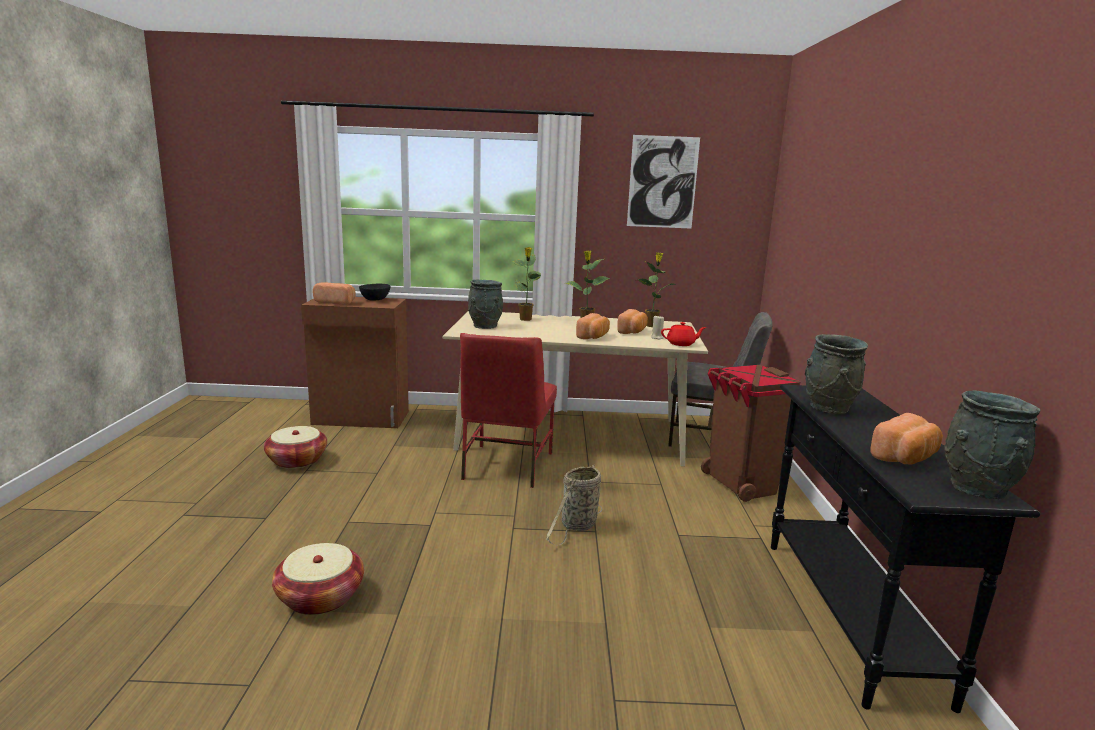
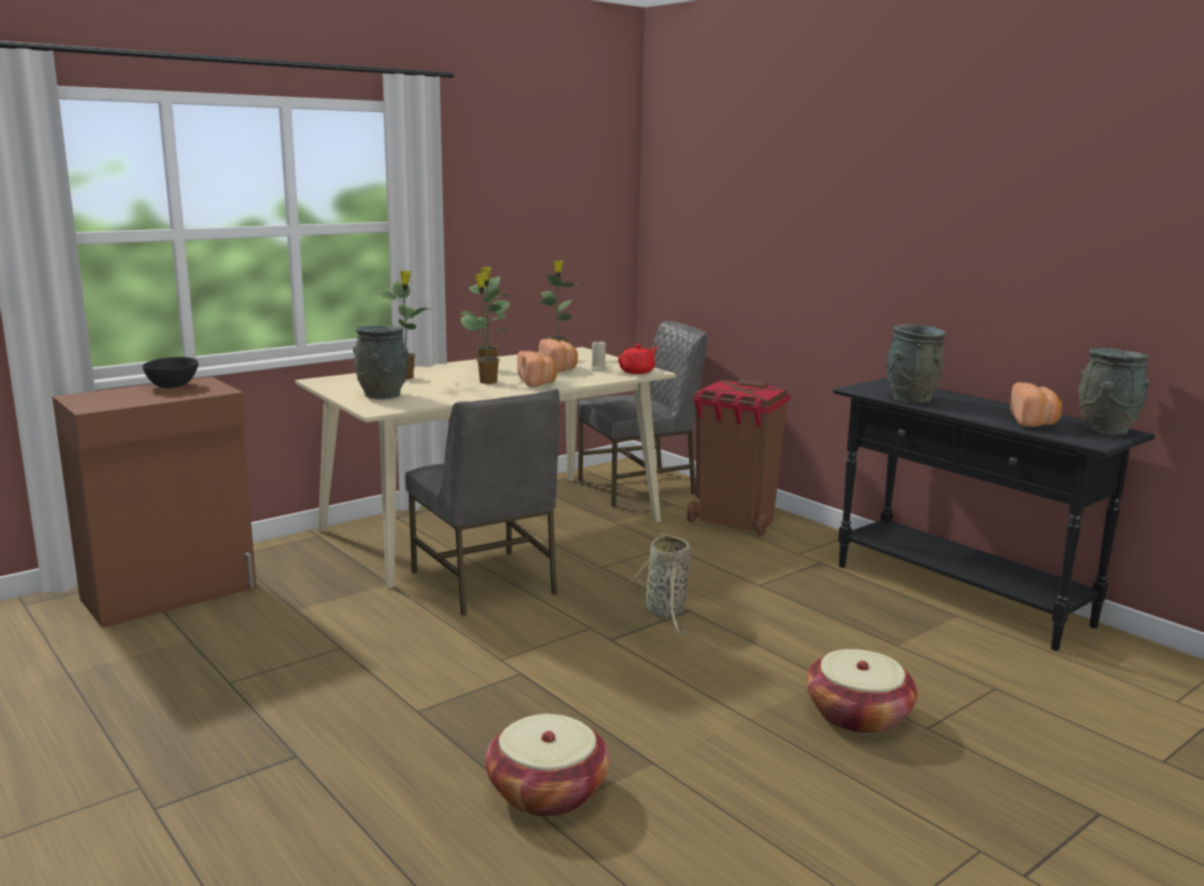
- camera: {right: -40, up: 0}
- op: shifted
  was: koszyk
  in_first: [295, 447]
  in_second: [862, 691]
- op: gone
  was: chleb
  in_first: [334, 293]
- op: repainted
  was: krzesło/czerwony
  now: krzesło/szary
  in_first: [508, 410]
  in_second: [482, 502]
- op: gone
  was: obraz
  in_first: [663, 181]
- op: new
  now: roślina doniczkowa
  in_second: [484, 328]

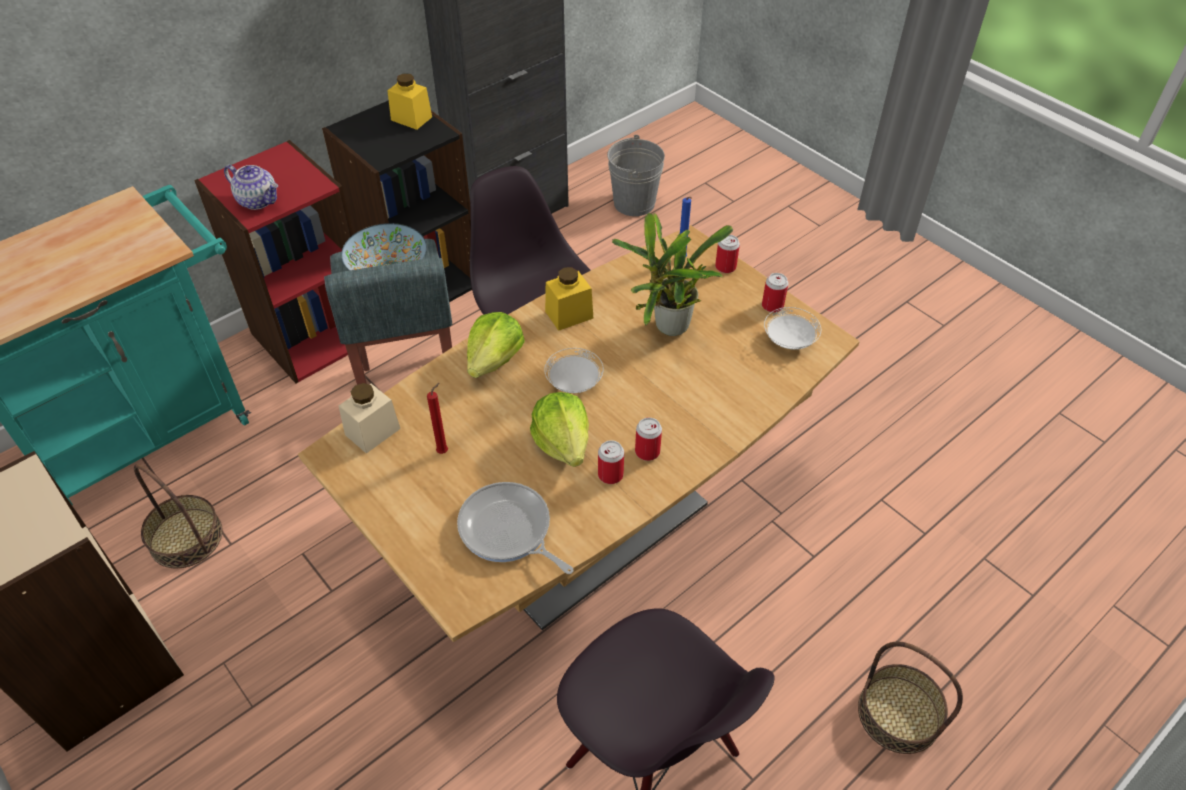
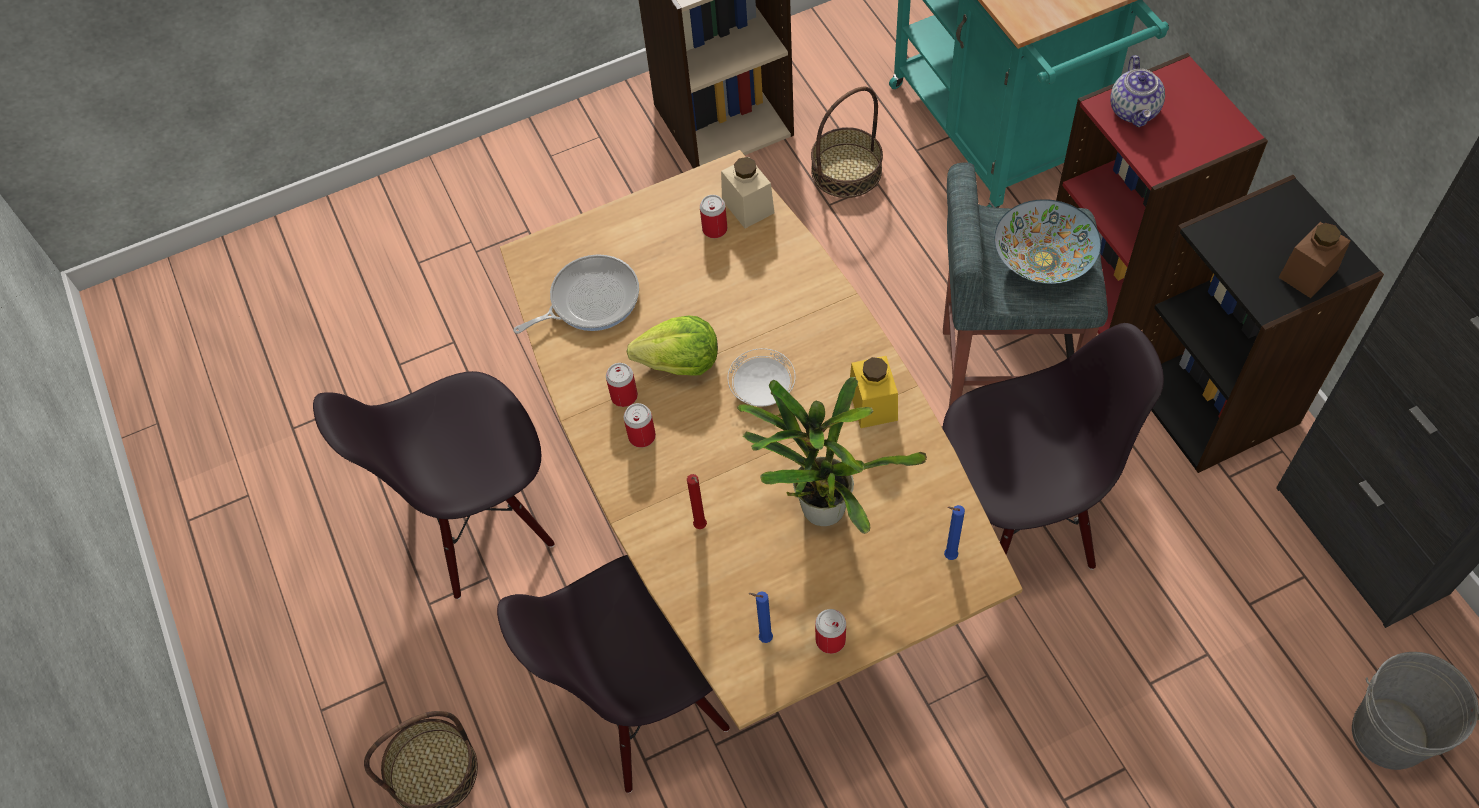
- camera: {right: 110, up: 10}
- op: rotated
  was: imbryk
  in_first: [251, 187]
  in_second: [1137, 91]
  clockwise: -45
- op: repainted
  was: słoik/żółty
  now: słoik/brązowy
  in_first: [409, 101]
  in_second: [1315, 260]
- op: shifted
  was: świeca/czerwony
  in_first: [437, 418]
  in_second: [697, 501]
- op: gone
  was: sałata
  in_first: [496, 345]
- op: shifted
  was: puszka
  in_first: [727, 254]
  in_second: [713, 216]
- op: swapped
  was: talerz/biały
  now: świeca/niebieski
  in_first: [792, 328]
  in_second: [760, 617]
- op: new
  now: krzesło/czarny
  in_second: [613, 674]

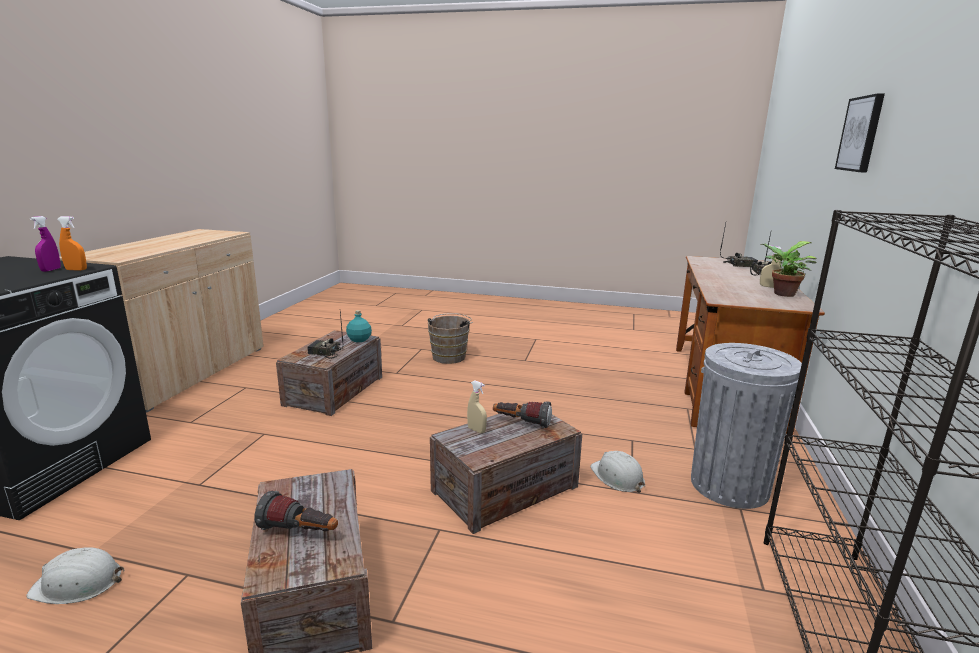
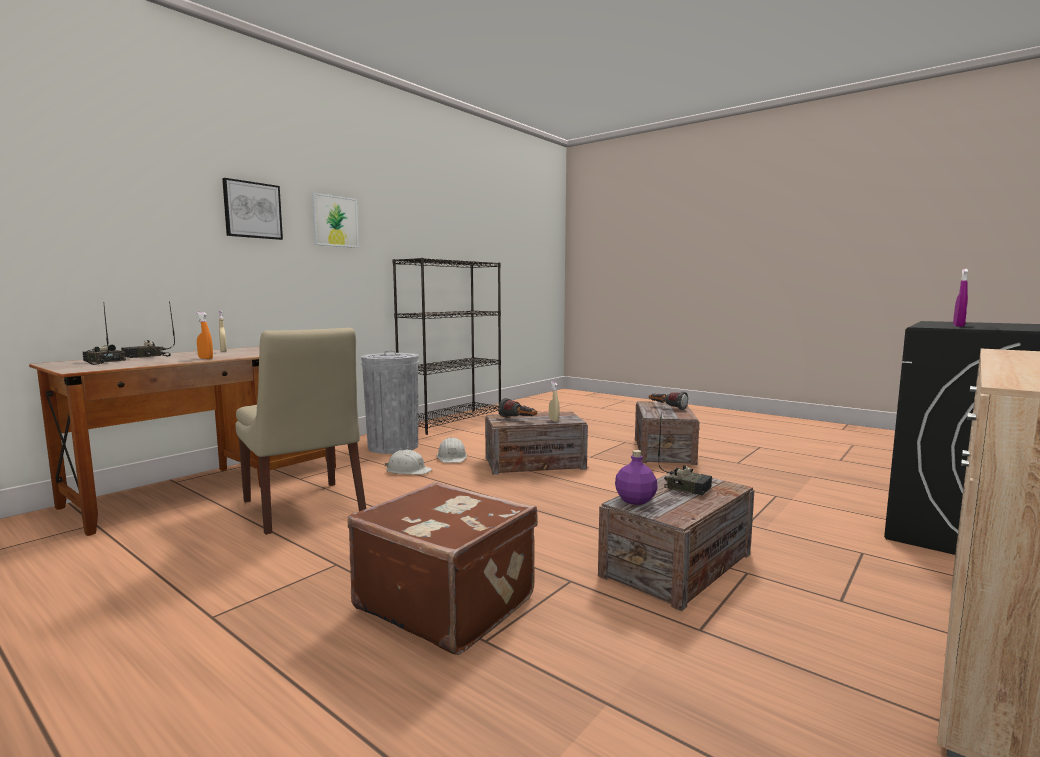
- camera: {right: -155, up: -10}
- op: shifted
  was: kask/biały
  in_first: [75, 575]
  in_second: [408, 462]
- op: shifted
  was: spryskiwacz/pomarańczowy
  in_first: [72, 243]
  in_second: [205, 335]
- op: repainted
  was: butelka/turkusowy
  now: butelka/fioletowy
  in_first: [359, 326]
  in_second: [636, 477]
- op: swapped
  was: wiadro/brązowy
  now: walizka/brązowy
  in_first: [450, 338]
  in_second: [443, 568]
- op: gone
  was: roślina doniczkowa
  in_first: [788, 269]
- op: new
  now: krzesło/beżowy
  in_second: [300, 431]
- op: new
  now: obraz
  in_second: [335, 220]

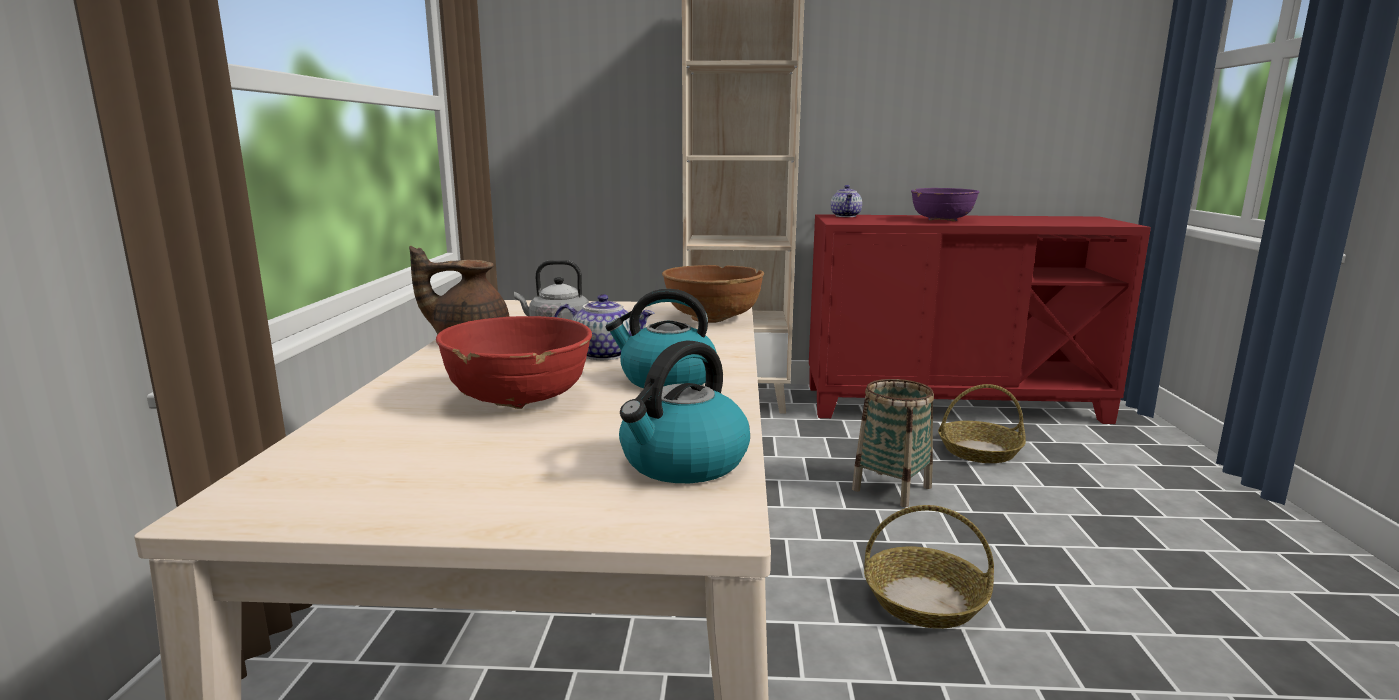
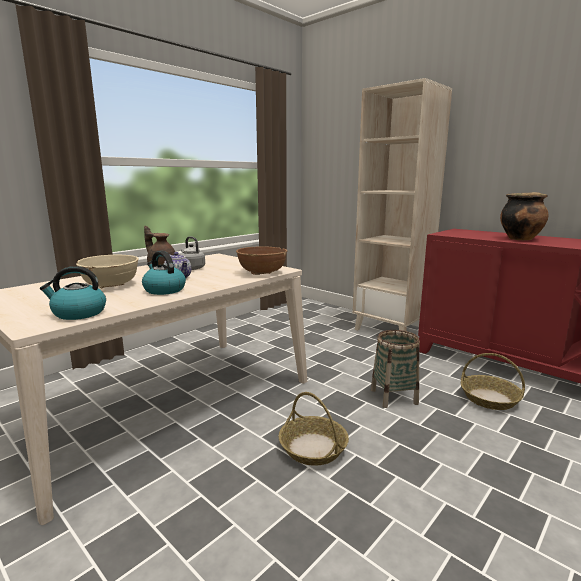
- camera: {right: 40, up: 0}
- op: repainted
  was: miska/czerwony
  now: miska/beżowy
  in_first: [514, 362]
  in_second: [107, 271]
- op: gone
  was: imbryk
  in_first: [846, 201]
- op: swapped
  was: miska/fioletowy
  now: garnek
  in_first: [945, 204]
  in_second: [524, 216]

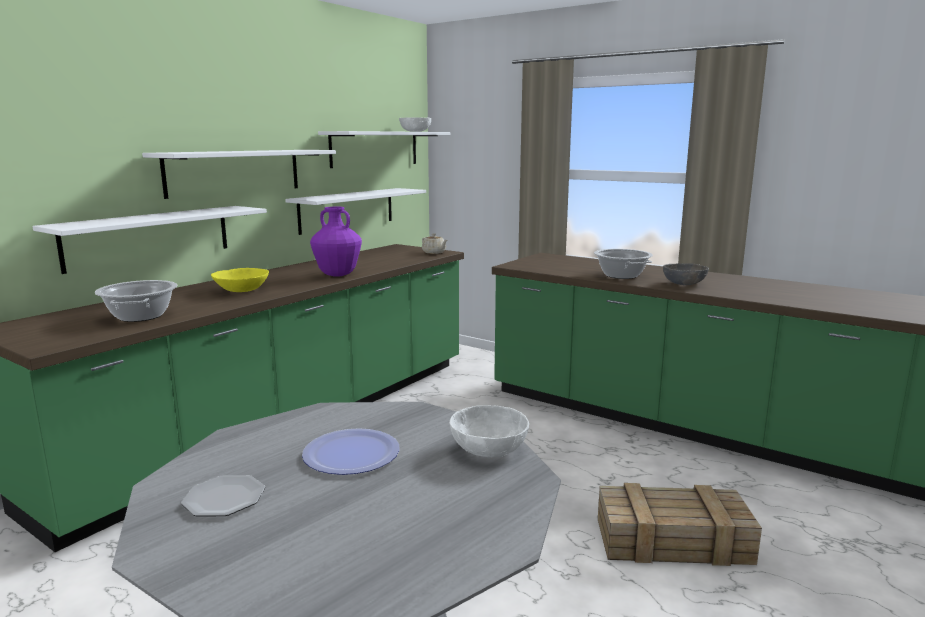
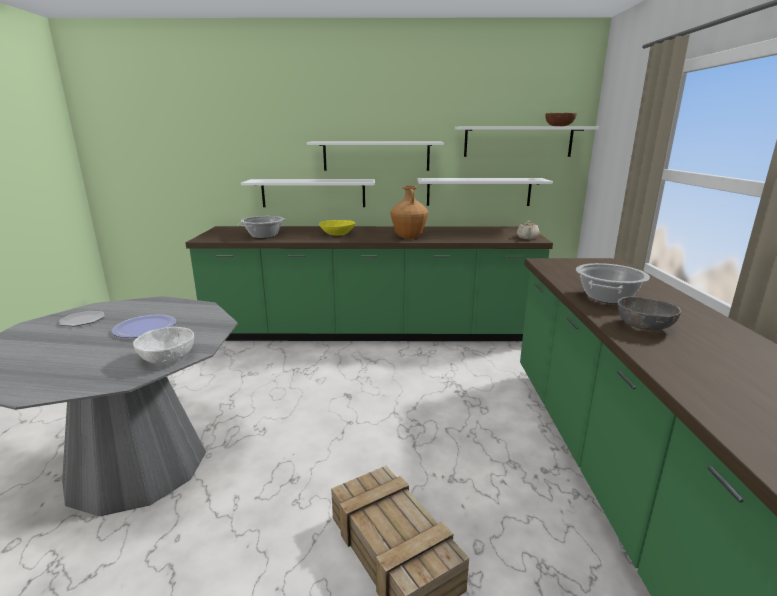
- camera: {right: 55, up: 5}
- op: repainted
  was: wazon/fioletowy
  now: wazon/brązowy
  in_first: [336, 241]
  in_second: [409, 212]
- op: repainted
  was: miska/biały
  now: miska/brązowy
  in_first: [415, 124]
  in_second: [561, 119]

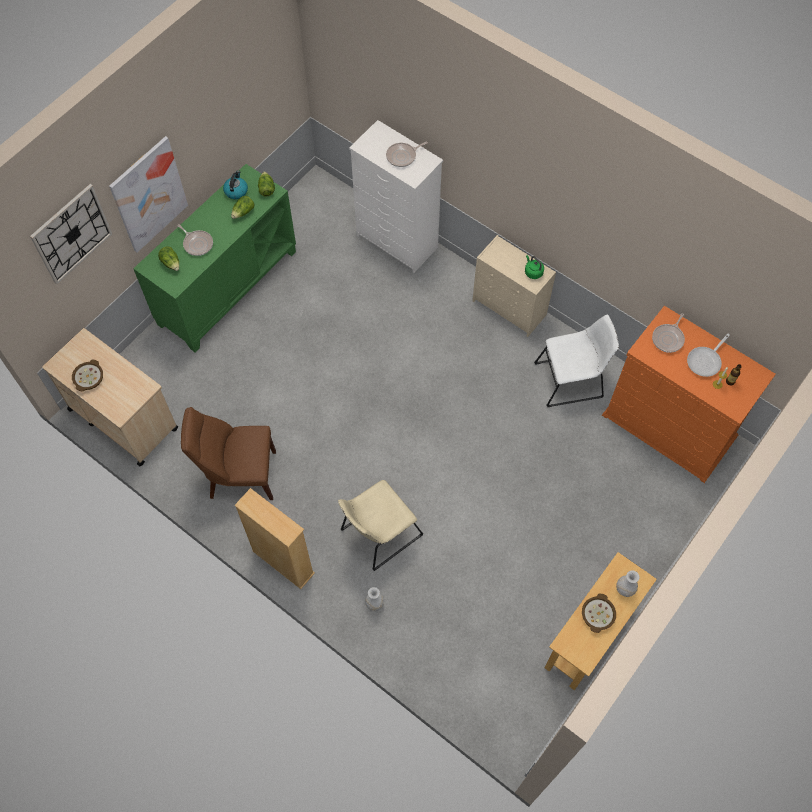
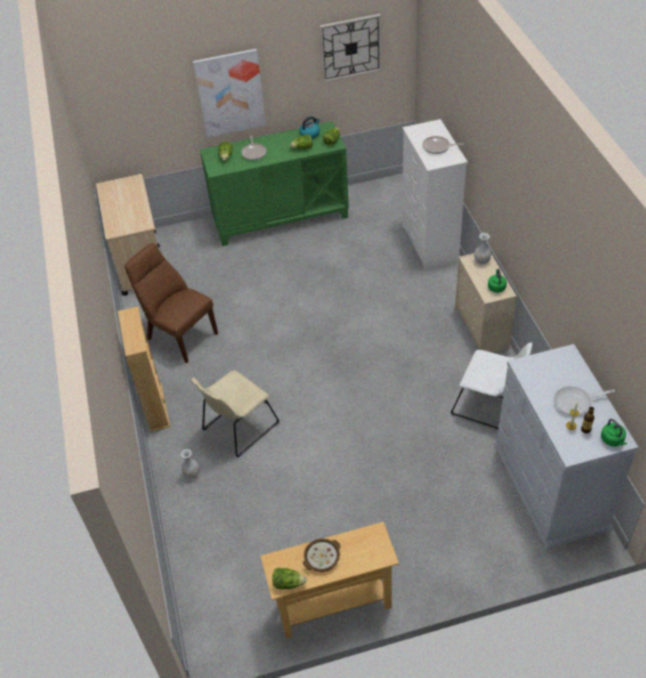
- camera: {right: 40, up: -15}
- op: shifted
  was: zegar ścienny
  in_first: [71, 234]
  in_second: [350, 48]
- op: gone
  was: miska
  in_first: [87, 375]
- op: rotated
  was: krzesło/beżowy
  in_first: [380, 525]
  in_second: [235, 414]
  clockwise: -45
- op: repainted
  was: komoda/pomarańczowy
  now: komoda/biały
  in_first: [689, 394]
  in_second: [566, 447]
- op: shifted
  was: wazon/biały
  in_first: [628, 583]
  in_second: [482, 249]
- op: gone
  was: patelnia
  in_first: [668, 333]
- op: new
  now: sałata
  in_second: [289, 578]
- op: new
  now: czajnik/zielony
  in_second: [614, 433]

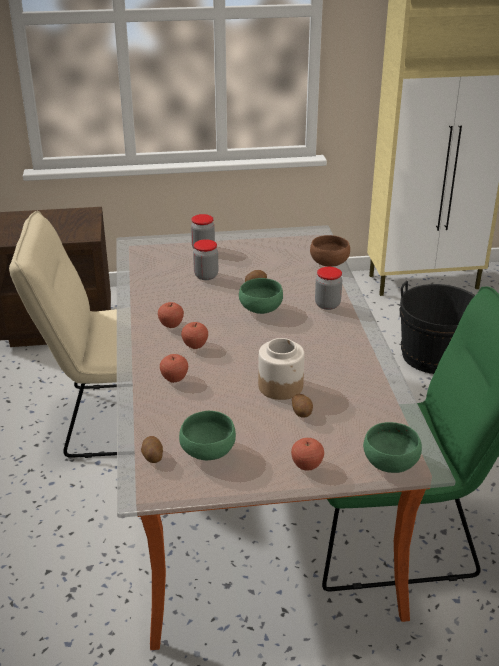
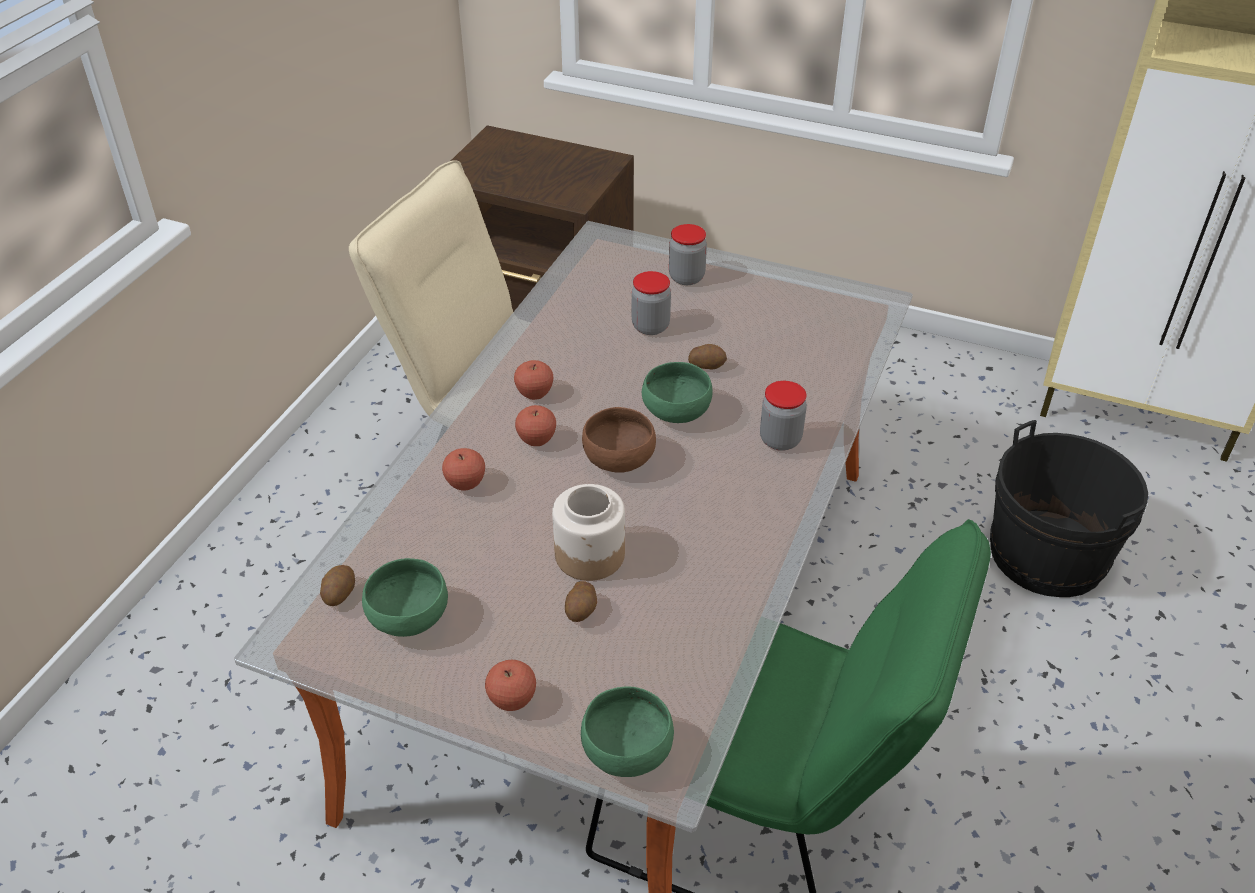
- camera: {right: 30, up: 10}
- op: shifted
  was: miska/brązowy
  in_first: [330, 251]
  in_second: [619, 440]

